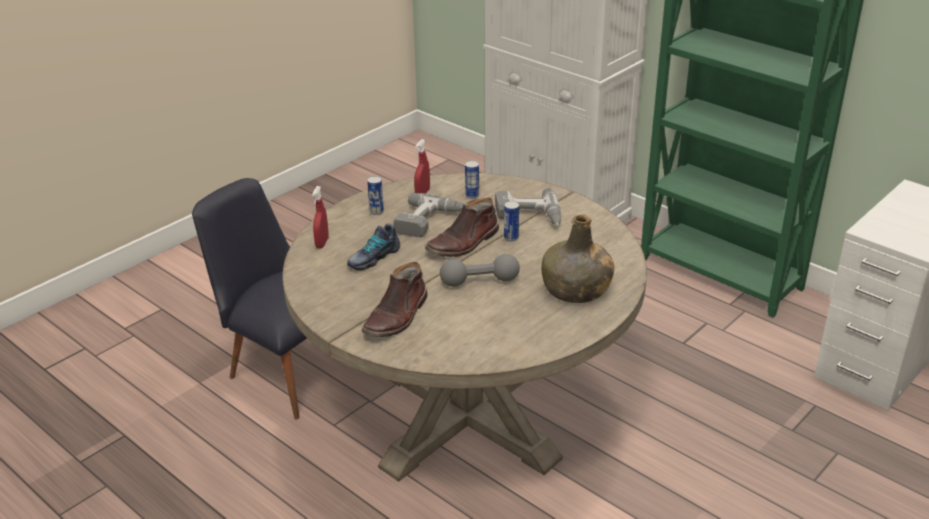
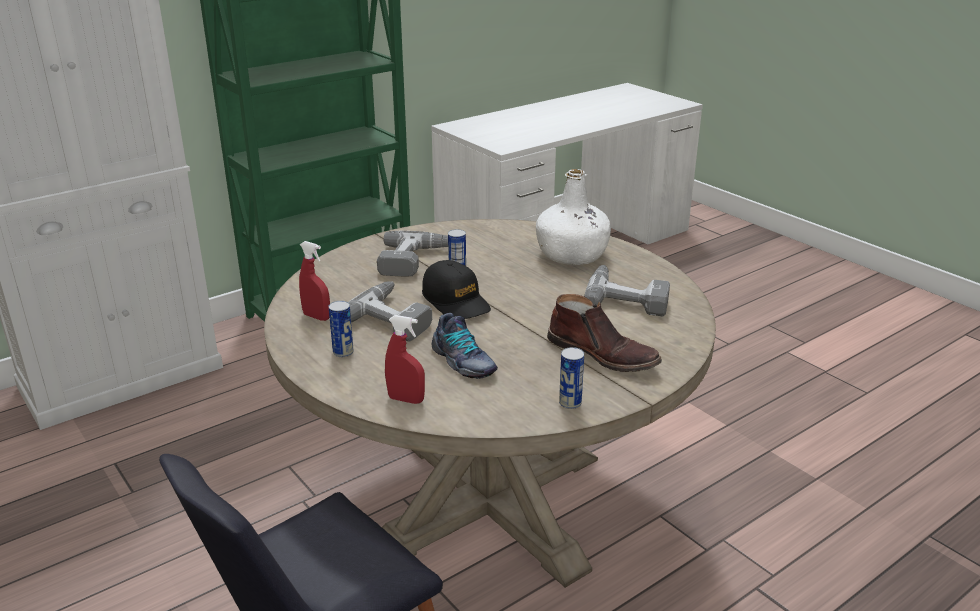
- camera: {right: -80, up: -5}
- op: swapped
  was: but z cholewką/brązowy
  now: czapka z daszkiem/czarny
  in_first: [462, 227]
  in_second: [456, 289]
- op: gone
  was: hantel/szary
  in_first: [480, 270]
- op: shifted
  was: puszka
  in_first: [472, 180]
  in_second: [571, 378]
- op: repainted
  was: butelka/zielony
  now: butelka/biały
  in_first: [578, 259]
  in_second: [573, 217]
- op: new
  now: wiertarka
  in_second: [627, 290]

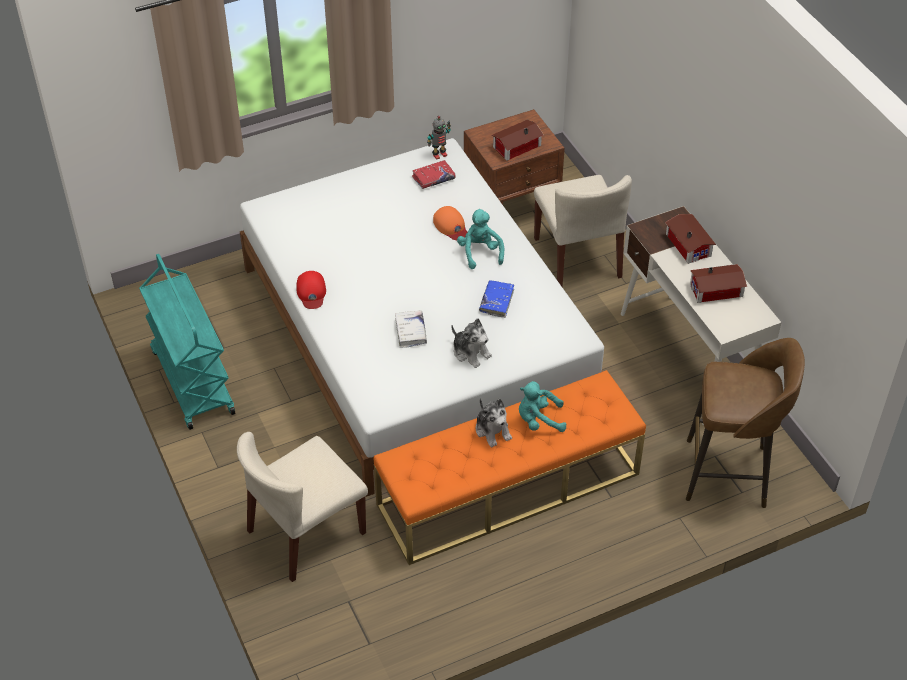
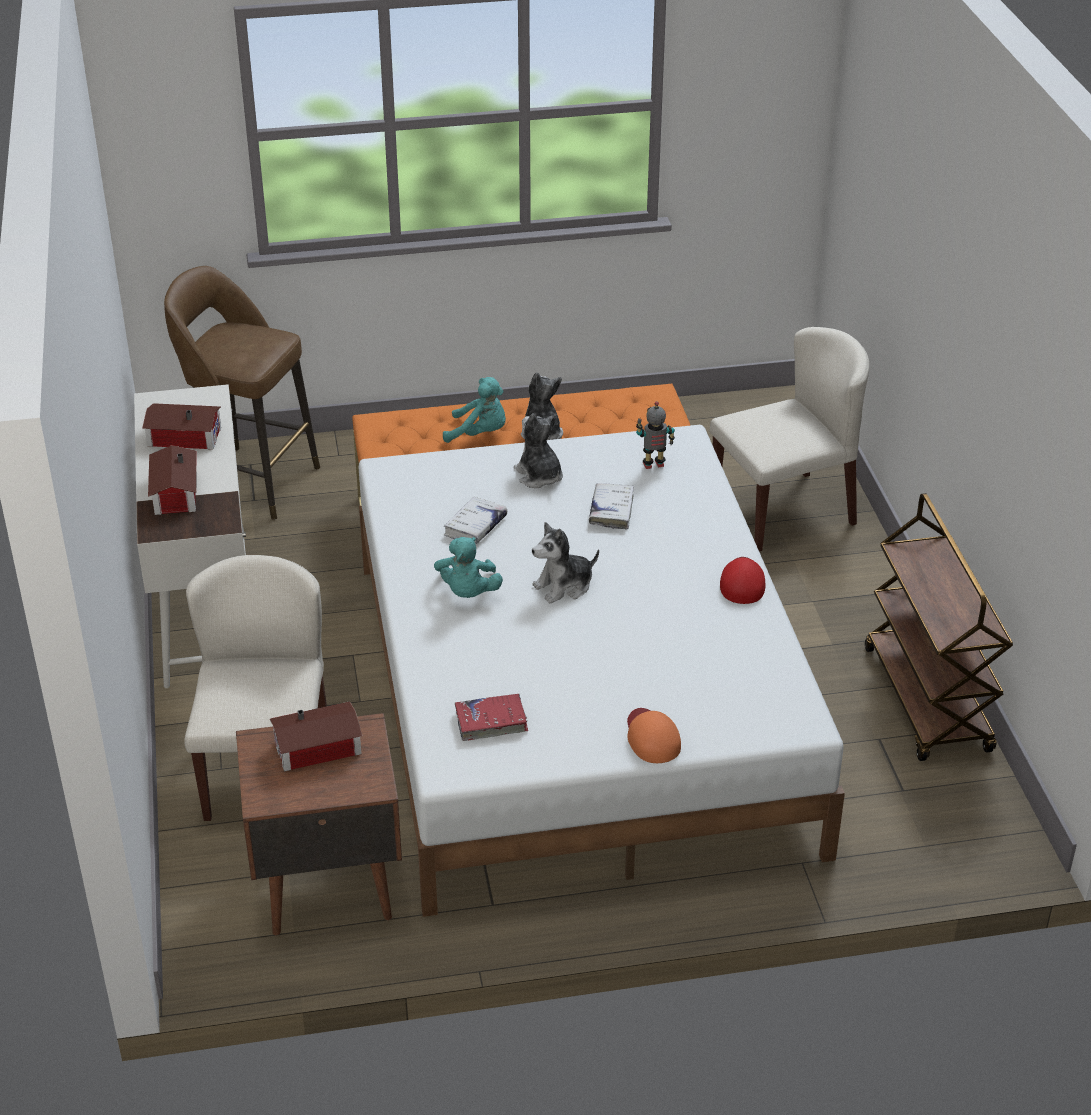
- camera: {right: -165, up: -10}
- op: repainted
  was: wózek/turkusowy
  now: wózek/brązowy
  in_first: [187, 342]
  in_second: [939, 627]
- op: shifted
  was: robot zabawkowy
  in_first: [439, 138]
  in_second: [655, 435]
- op: shifted
  was: czapka z daszkiem/pomarańczowy
  in_first: [450, 223]
  in_second: [654, 735]
- op: repainted
  was: książka/niebieski
  now: książka/biały
  in_first: [496, 299]
  in_second: [475, 520]
- op: new
  now: pluszak
  in_second: [565, 562]

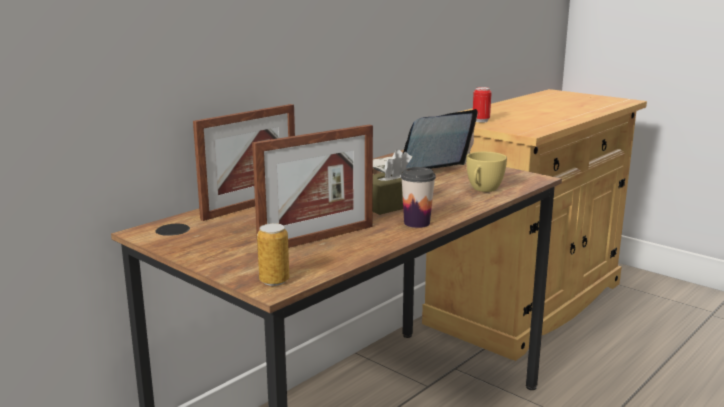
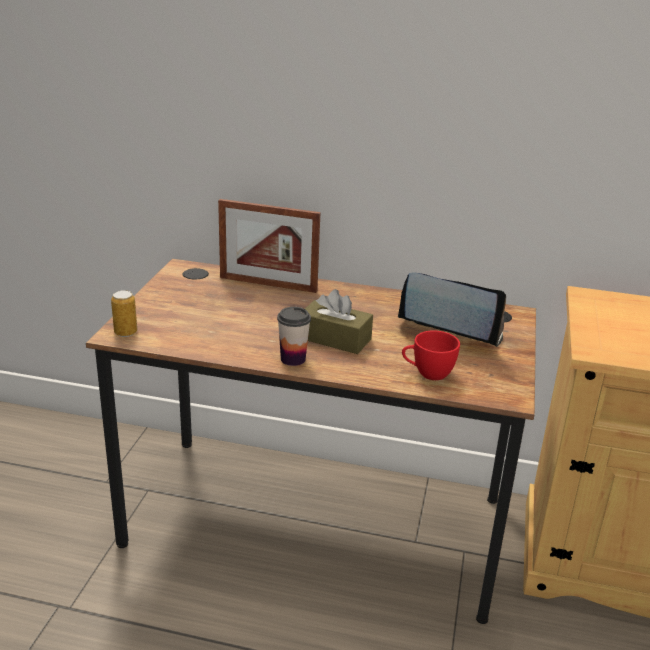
- camera: {right: 60, up: 10}
- op: gone
  was: ramka na zdjęcie
  in_first: [312, 188]
- op: repainted
  was: filiżanka/żółty
  now: filiżanka/czerwony
  in_first: [486, 172]
  in_second: [431, 355]
- op: gone
  was: puszka
  in_first: [482, 105]

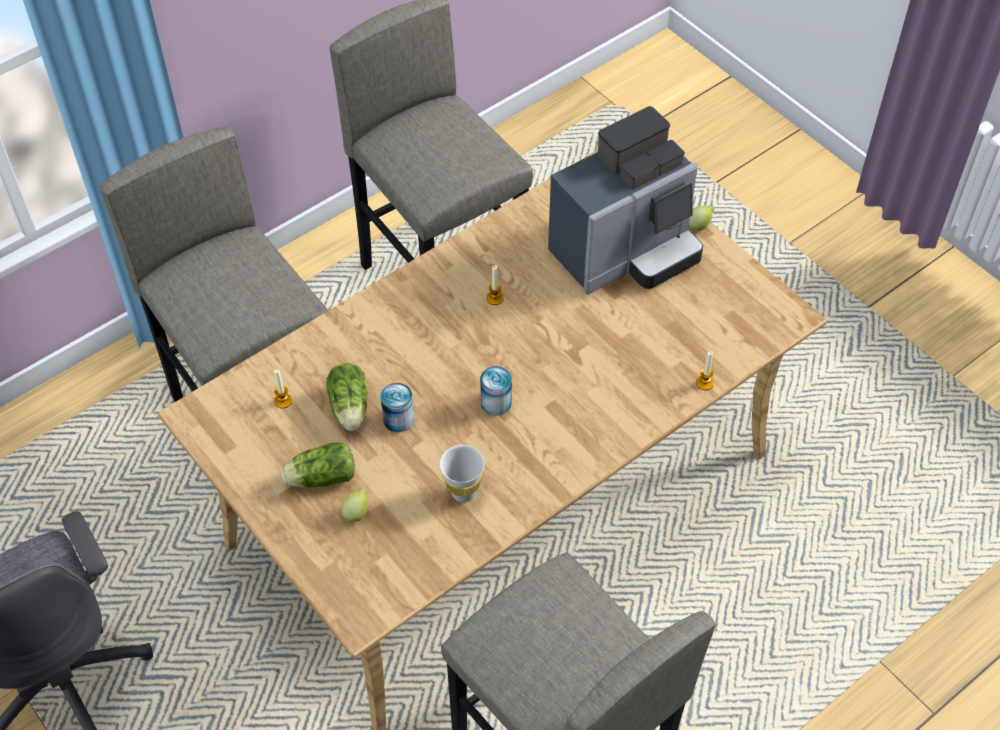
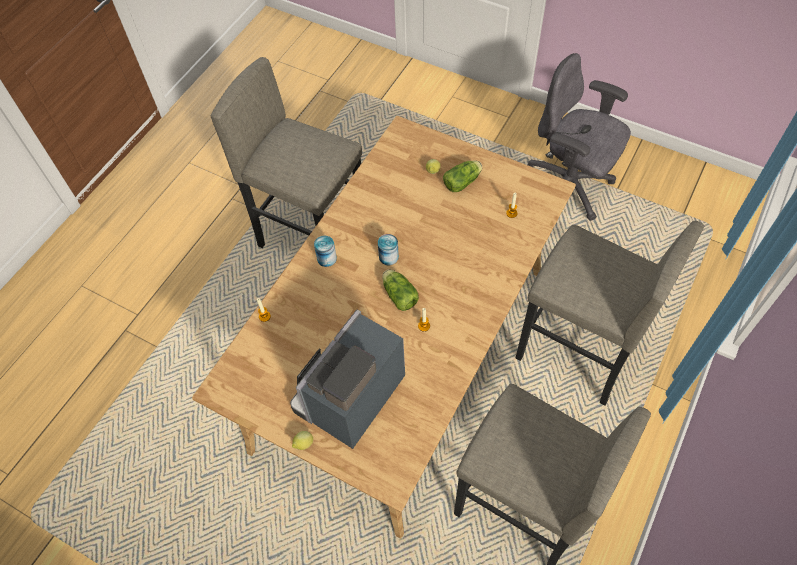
- camera: {right: 160, up: 5}
- op: shifted
  was: sałata
  in_first: [346, 397]
  in_second: [400, 290]
- op: shifted
  was: puszka
  in_first: [397, 407]
  in_second: [325, 251]
- op: gone
  was: filiżanka/biały
  in_first: [462, 473]

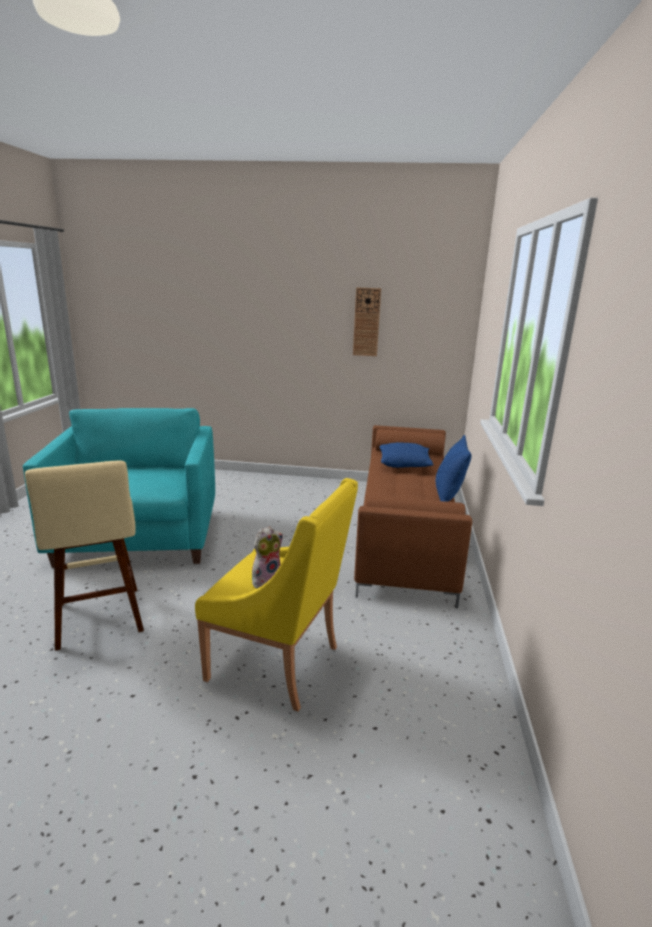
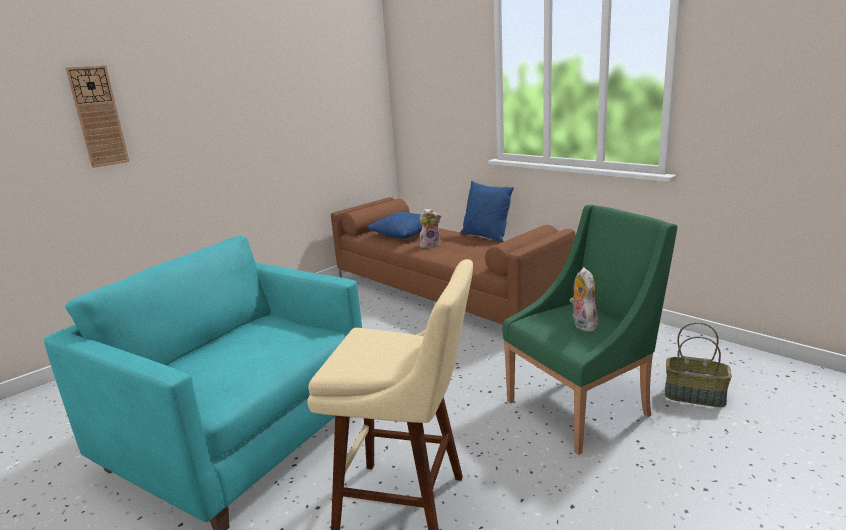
- camera: {right: -50, up: 0}
- op: repainted
  was: fotel/żółty
  now: fotel/zielony
  in_first: [276, 594]
  in_second: [590, 330]
- op: shifted
  was: zegar ścienny
  in_first: [367, 321]
  in_second: [97, 116]
- op: new
  now: pluszak
  in_second: [430, 228]
- op: new
  now: koszyk
  in_second: [698, 364]

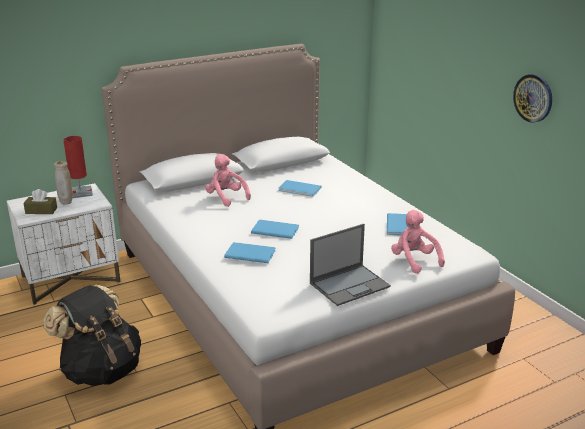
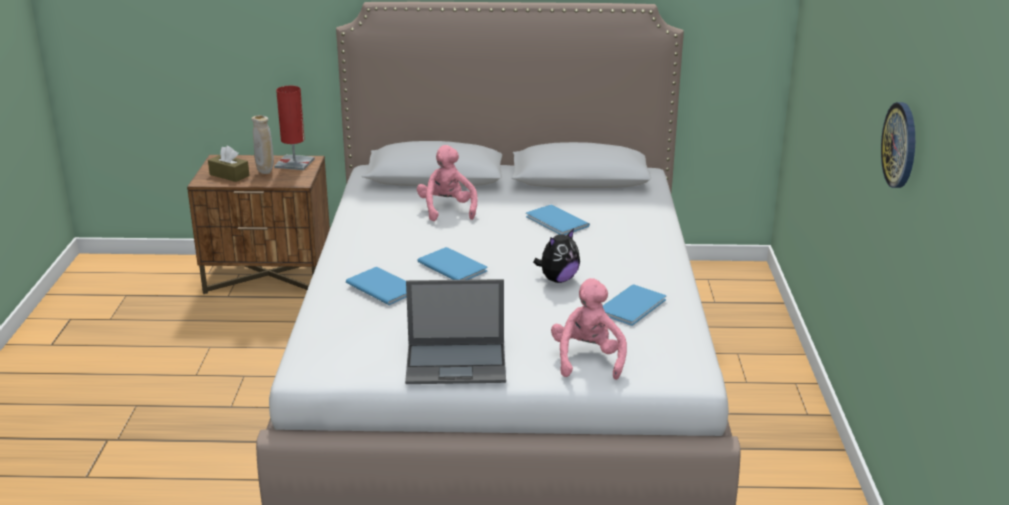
- camera: {right: 30, up: 0}
- op: repainted
  was: szafka nocna/biały
  now: szafka nocna/brązowy
  in_first: [63, 244]
  in_second: [258, 224]
- op: gone
  was: plecak/czarny
  in_first: [92, 335]
- op: new
  now: pluszak
  in_second: [556, 256]

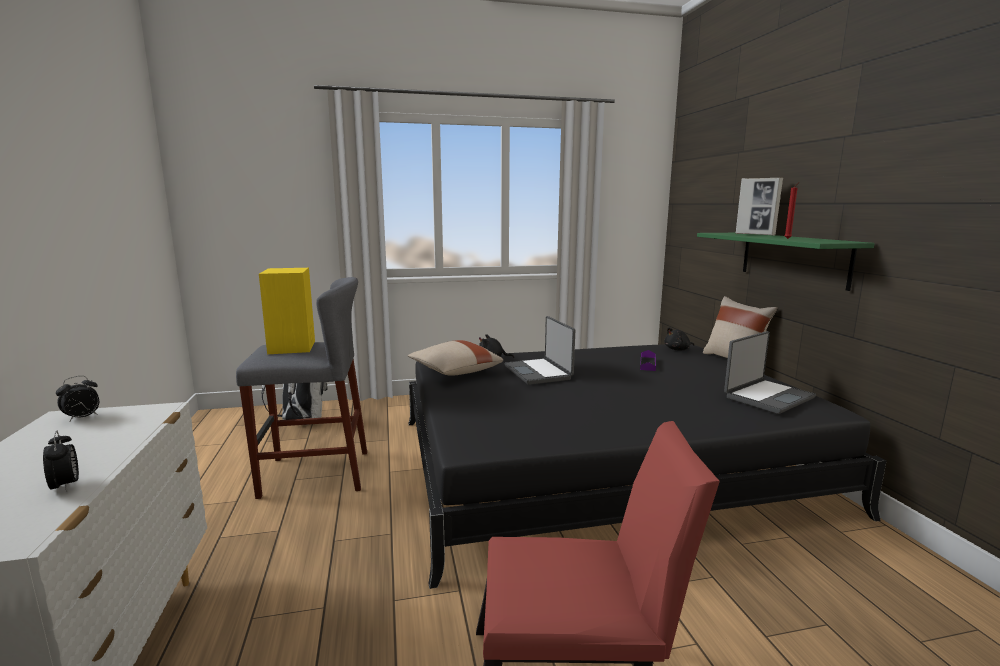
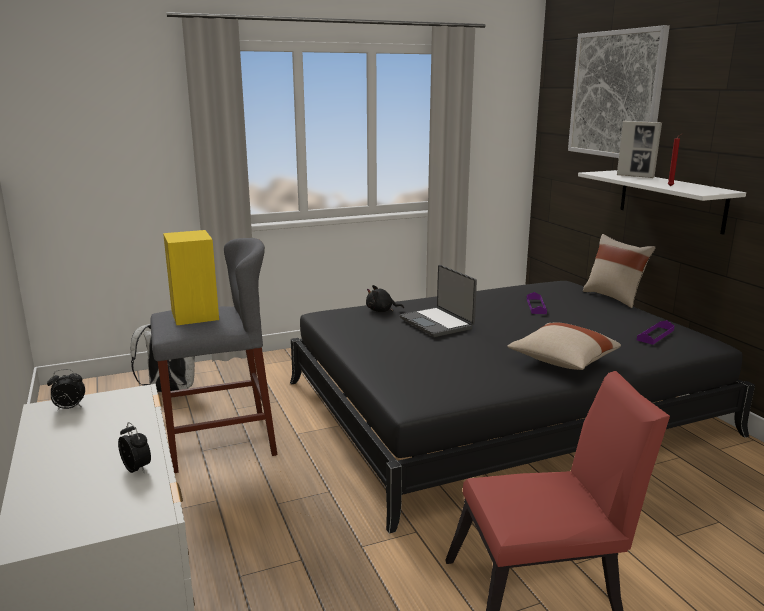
- camera: {right: -10, up: 5}
- op: rotated
  was: budzik
  in_first: [77, 398]
  in_second: [66, 389]
  clockwise: 45
- op: shifted
  was: poduszka/beżowy
  in_first: [455, 358]
  in_second: [564, 346]
- op: gone
  was: pluszak/czarny
  in_first: [679, 338]
- op: repainted
  was: półka/zielony
  now: półka/biały
  in_first: [786, 262]
  in_second: [662, 202]
- op: swapped
  was: laptop
  now: taca/fioletowy
  in_first: [770, 372]
  in_second: [655, 332]
- op: new
  now: obraz
  in_second: [619, 91]

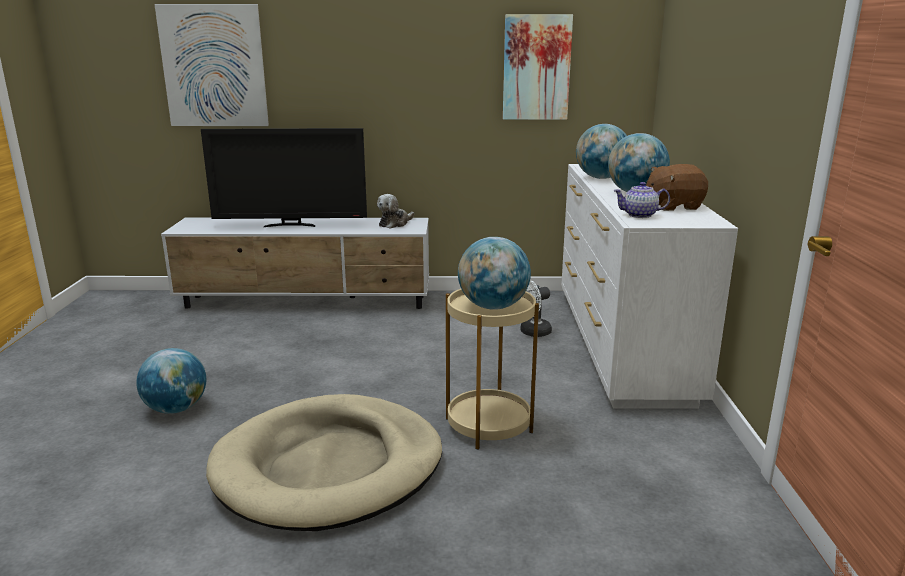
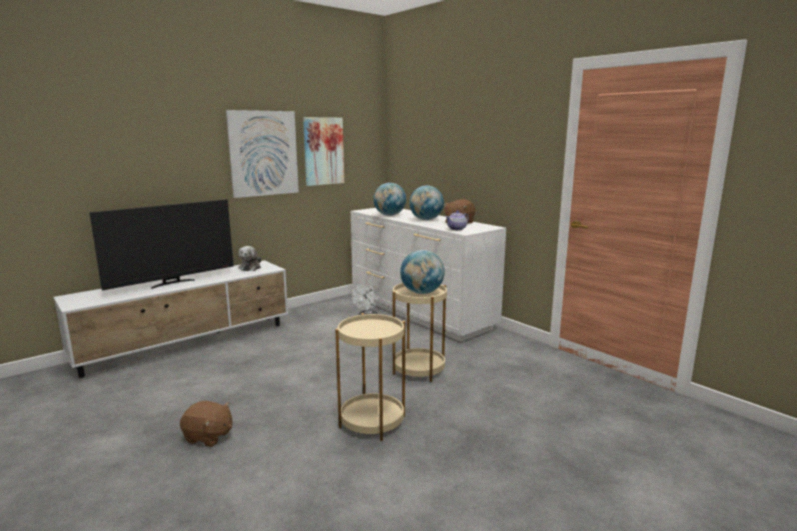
- camera: {right: -40, up: -5}
- op: swapped
  was: globus
  now: pluszak/brązowy
  in_first: [171, 381]
  in_second: [206, 424]
- op: shifted
  was: obraz
  in_first: [211, 65]
  in_second: [262, 154]
- op: swapped
  was: legowisko/beżowy
  now: stolik/beżowy
  in_first: [324, 462]
  in_second: [370, 377]

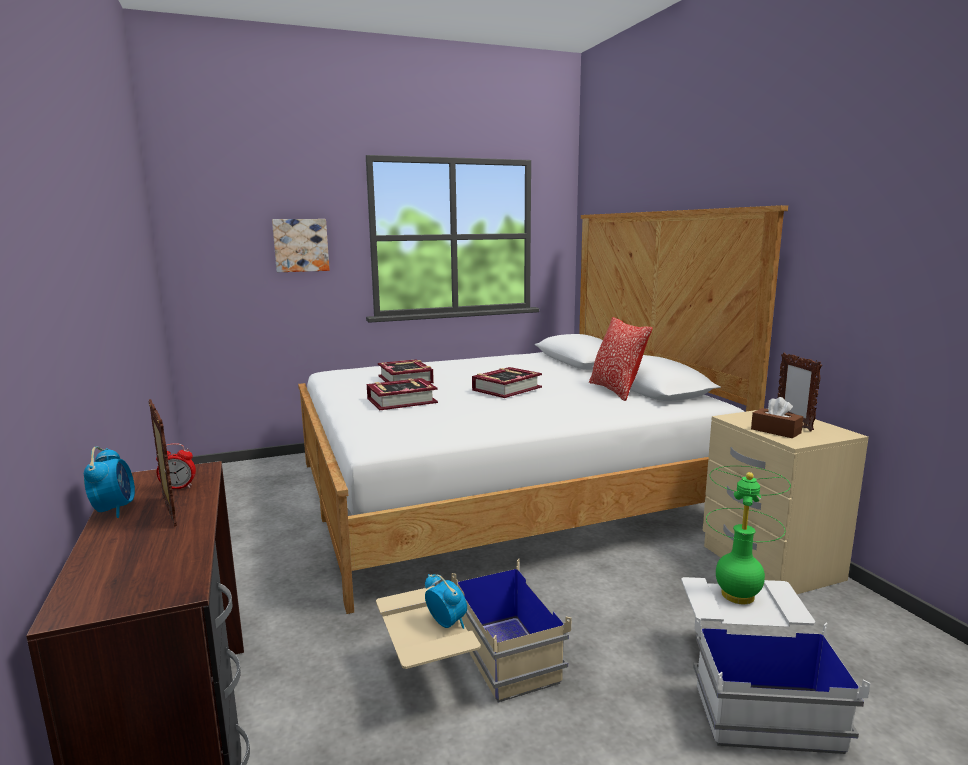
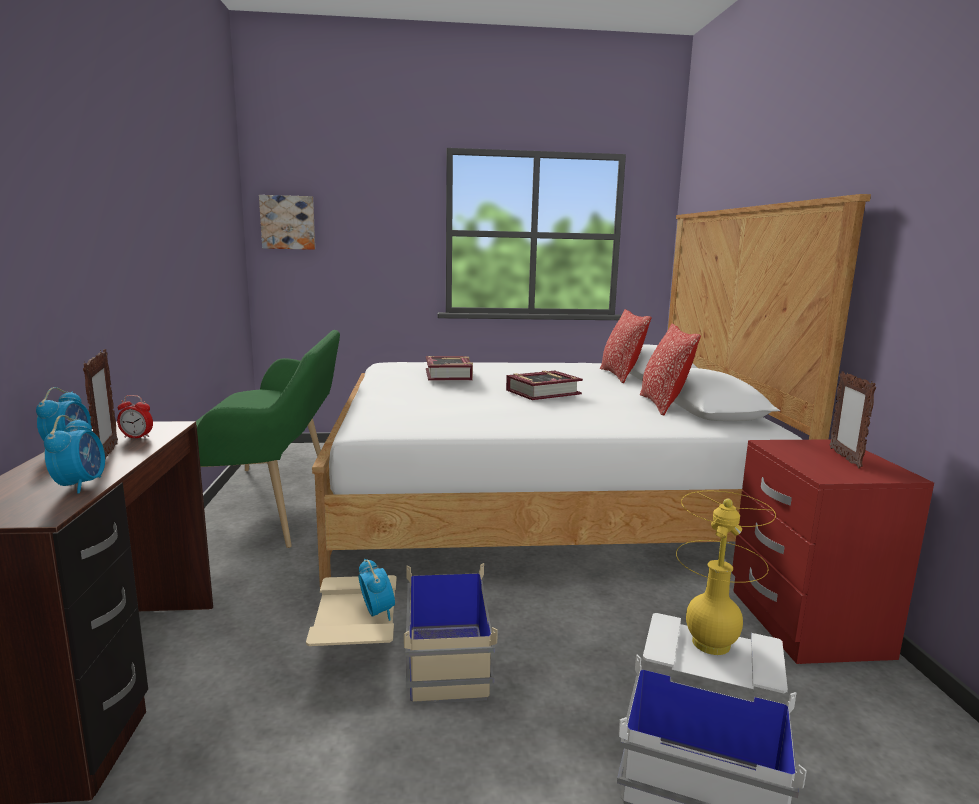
- camera: {right: 15, up: 0}
- op: shifted
  was: obraz
  in_first: [300, 245]
  in_second: [287, 222]
- op: gone
  was: książka
  in_first: [402, 394]
- op: repainted
  was: szafka nocna/beżowy
  now: szafka nocna/czerwony
  in_first: [786, 502]
  in_second: [833, 552]
- op: repainted
  was: lampa stołowa/zielony
  now: lampa stołowa/żółty
  in_first: [748, 535]
  in_second: [726, 573]
- op: gone
  was: pudełko chusteczek/brązowy
  in_first: [777, 417]
- op: new
  now: budzik
  in_second: [74, 454]
- op: new
  now: ławka/zielony
  in_second: [268, 439]
- op: new
  now: poduszka
  in_second: [626, 346]

